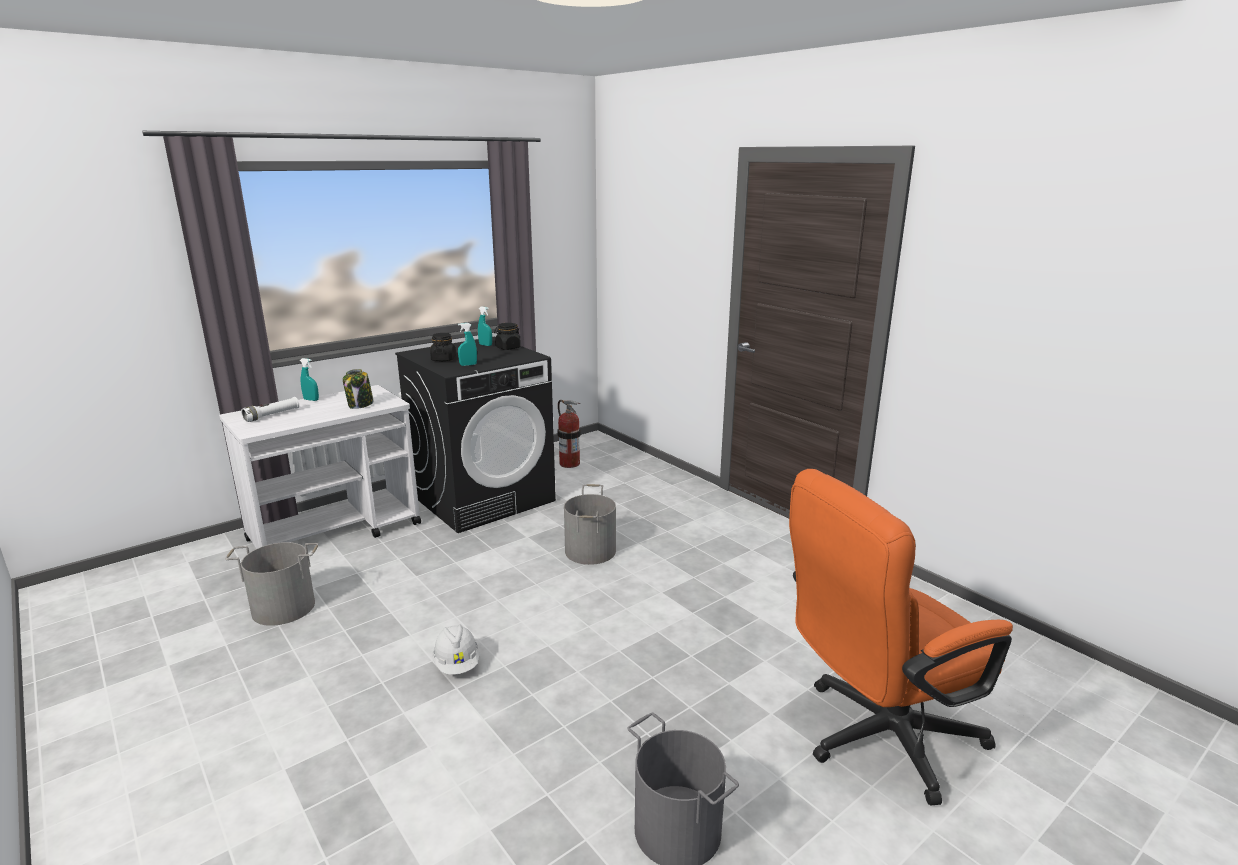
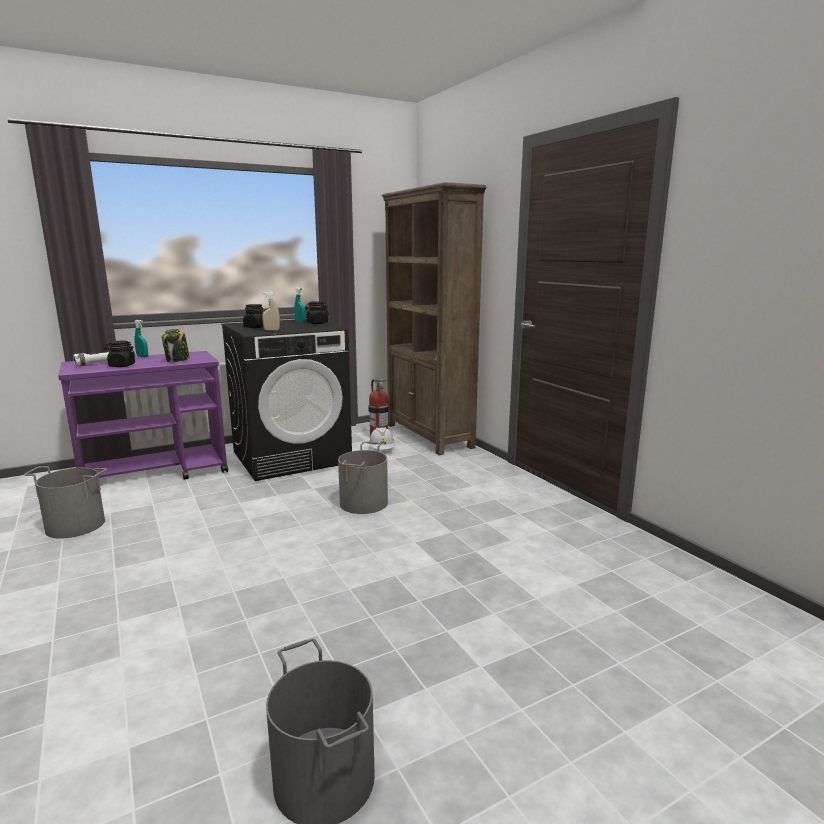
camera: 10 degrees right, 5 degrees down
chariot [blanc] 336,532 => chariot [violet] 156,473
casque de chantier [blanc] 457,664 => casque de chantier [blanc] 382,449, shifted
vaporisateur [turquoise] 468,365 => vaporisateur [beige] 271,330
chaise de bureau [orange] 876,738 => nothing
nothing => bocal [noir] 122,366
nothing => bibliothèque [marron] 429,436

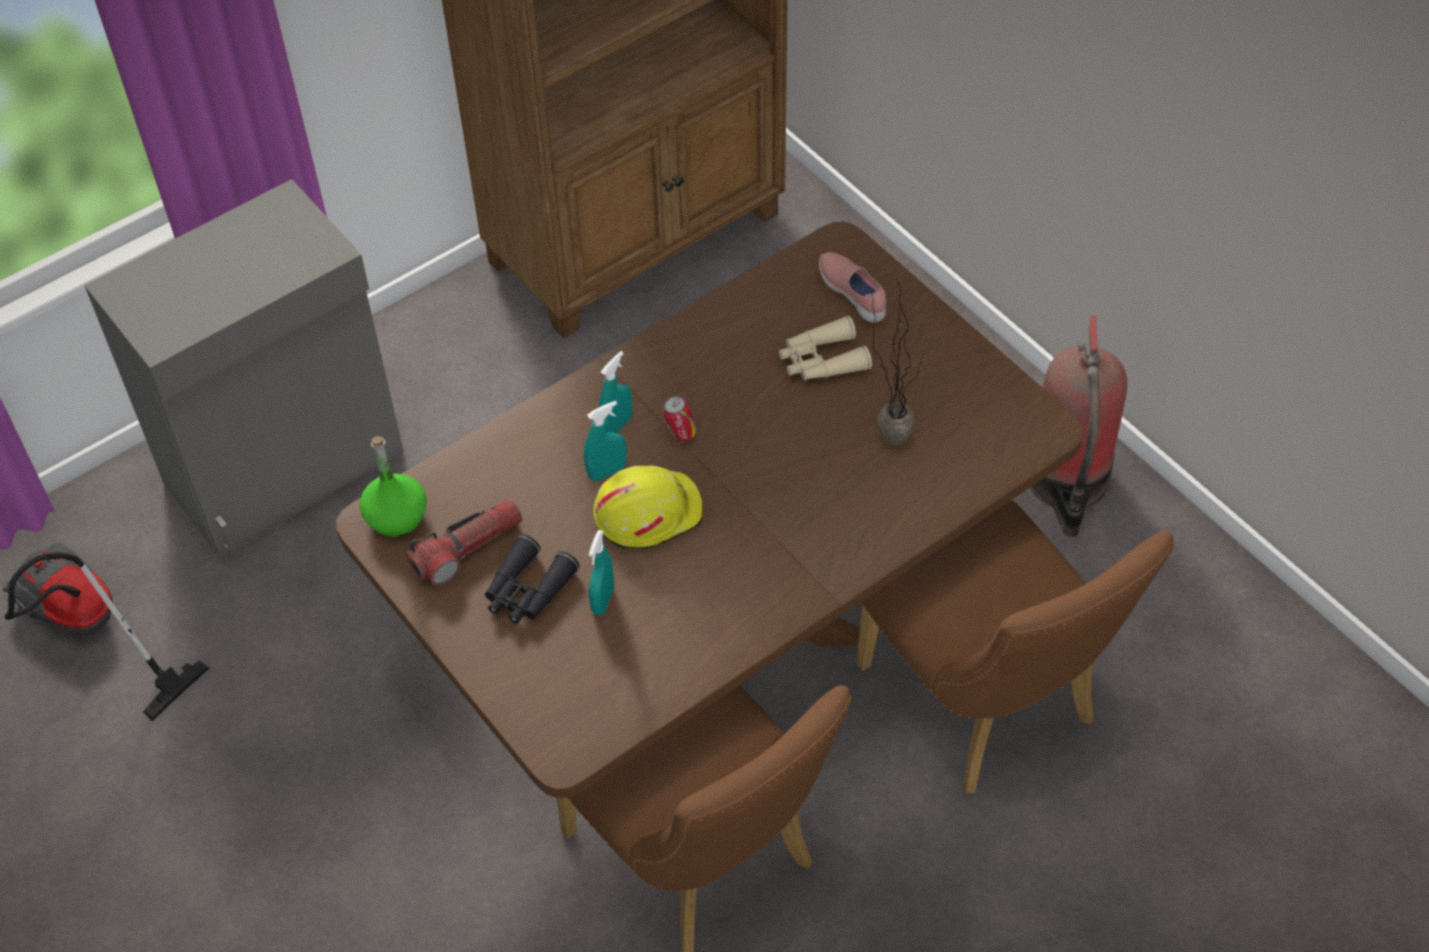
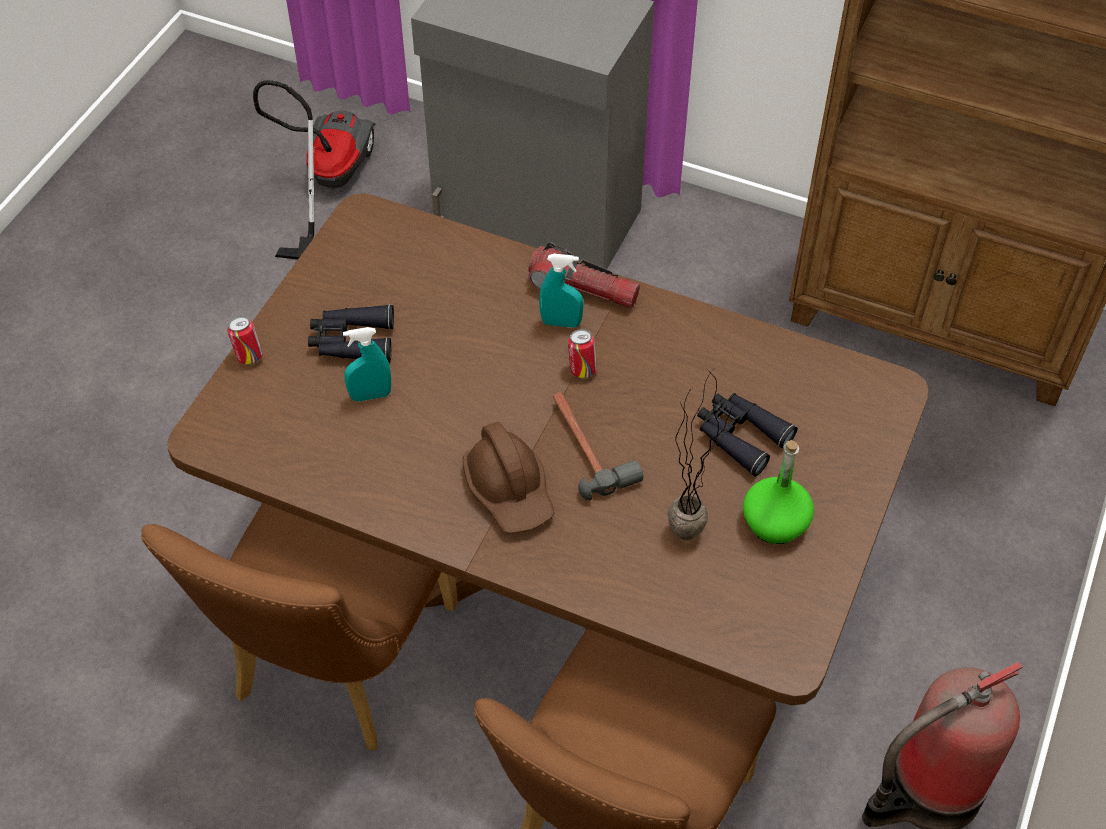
camera: 60 degrees right, 0 degrees up
bouteille [vert] 396,517 => bouteille [vert] 775,522, shifted
lampe de poche 467,549 => lampe de poche 583,289, shifted
vaporisateur [turquoise] 607,472 => nothing
casque de chantier [jaune] 648,512 => nothing
jumelles [beige] 821,360 => jumelles [noir] 740,436
chaussure [rose] 853,294 => nothing
nothing => boîte métallique 249,356
nothing => casque de chantier [marron] 509,490
nothing => marteau 587,447

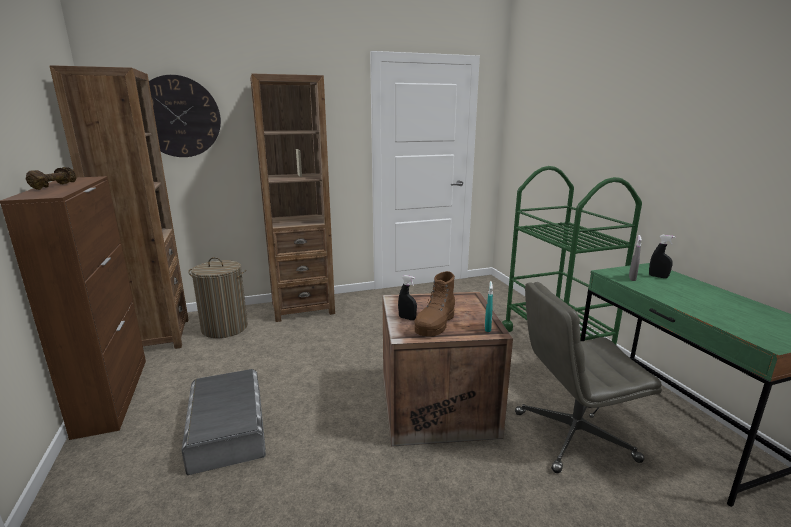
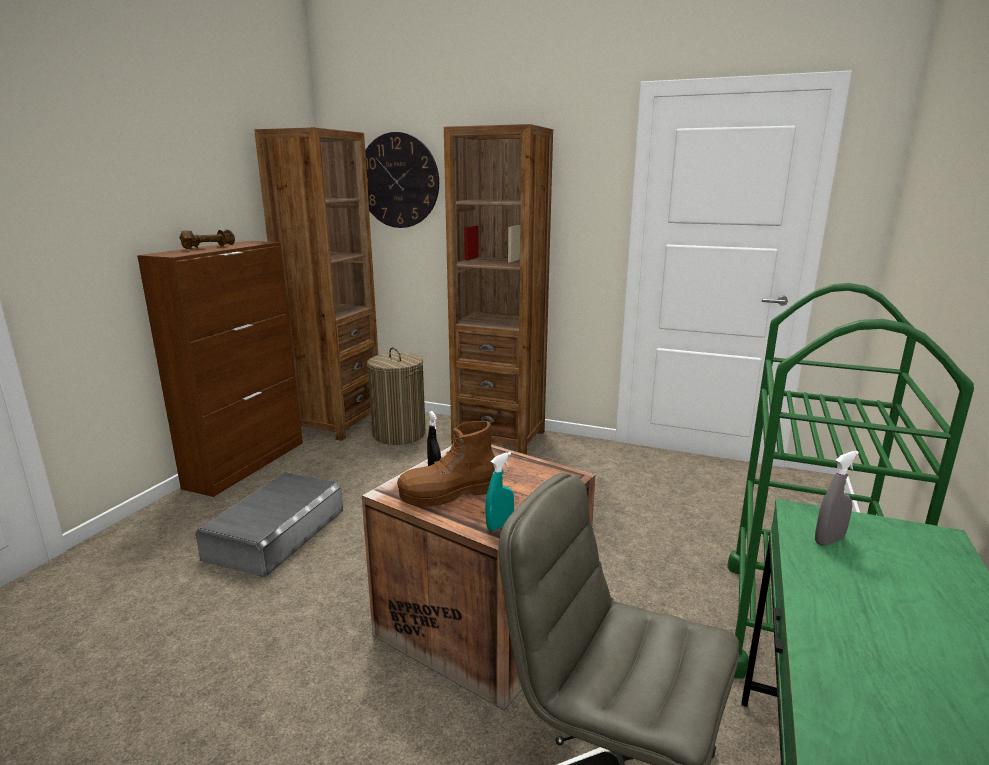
camera: 40 degrees right, 0 degrees up
vaporisateur [noir] 658,276 => nothing

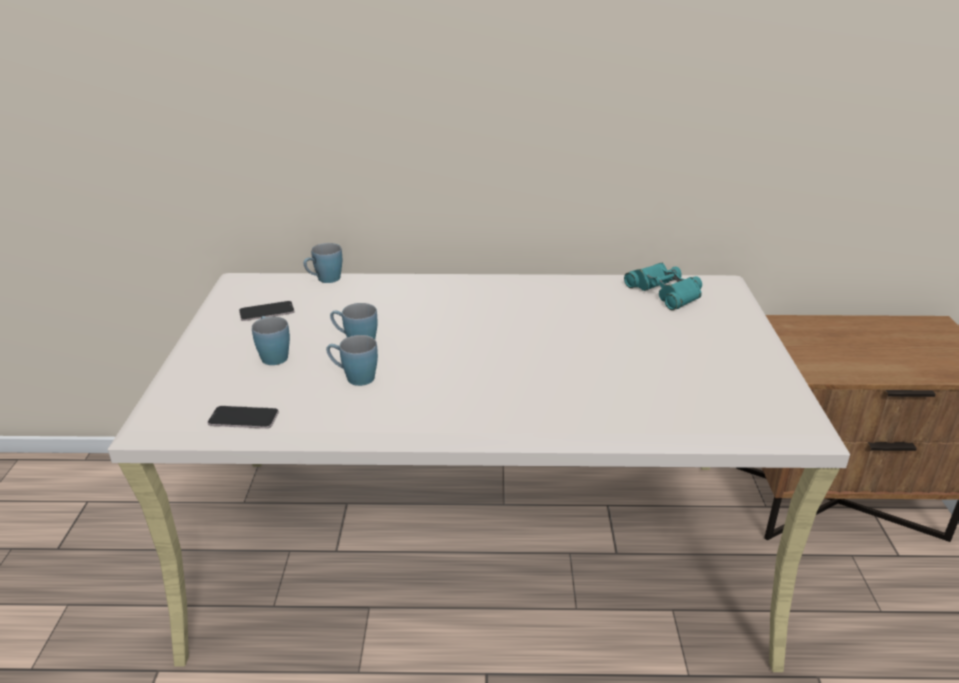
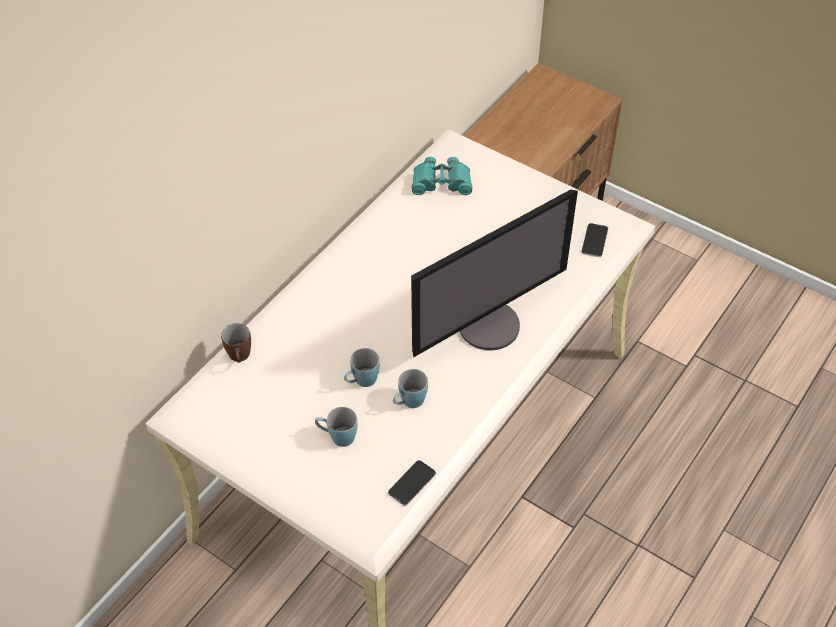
camera: 55 degrees left, 20 degrees up
téléphone 267,312 => téléphone 594,240, shifted
mug [bleu] 324,280 => mug [marron] 240,357
nothing => écran d'ordinateur 488,324

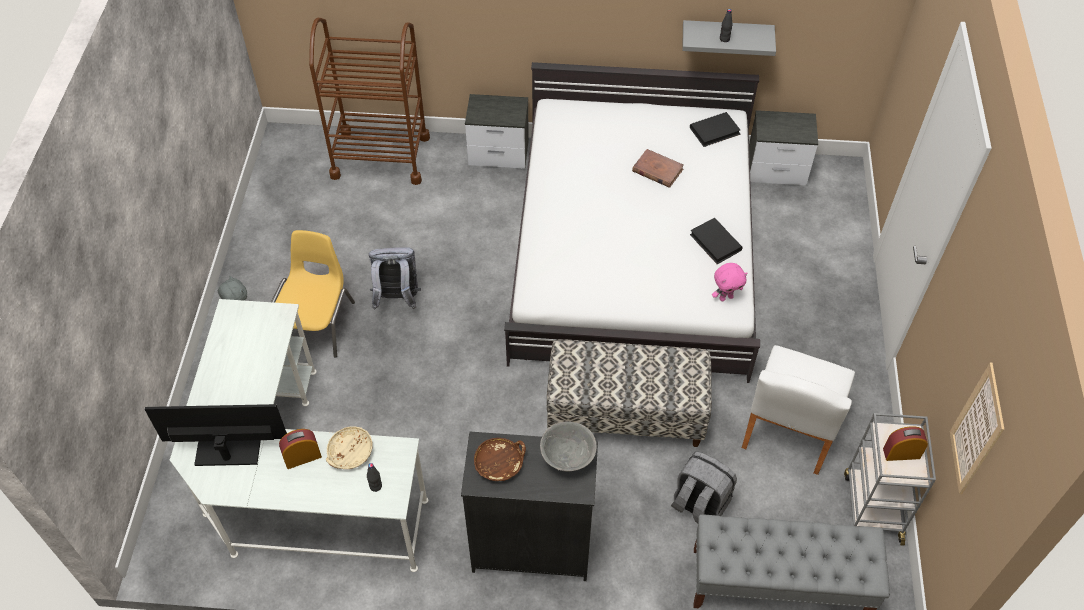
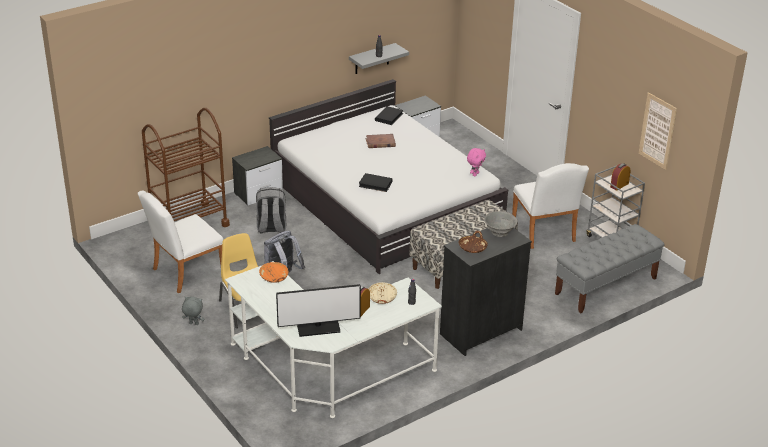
camera: 40 degrees left, 20 degrees down
écran d'ordinateur 228,452 => écran d'ordinateur 318,328, 150 degrees counterclockwise
sac à dos [gris] 699,505 => sac à dos [gris] 271,228, shifted
livre [noir] 715,243 => livre [noir] 375,184, shifted
nothing => chaise [blanc] 184,273
nothing => bol [orange] 274,277

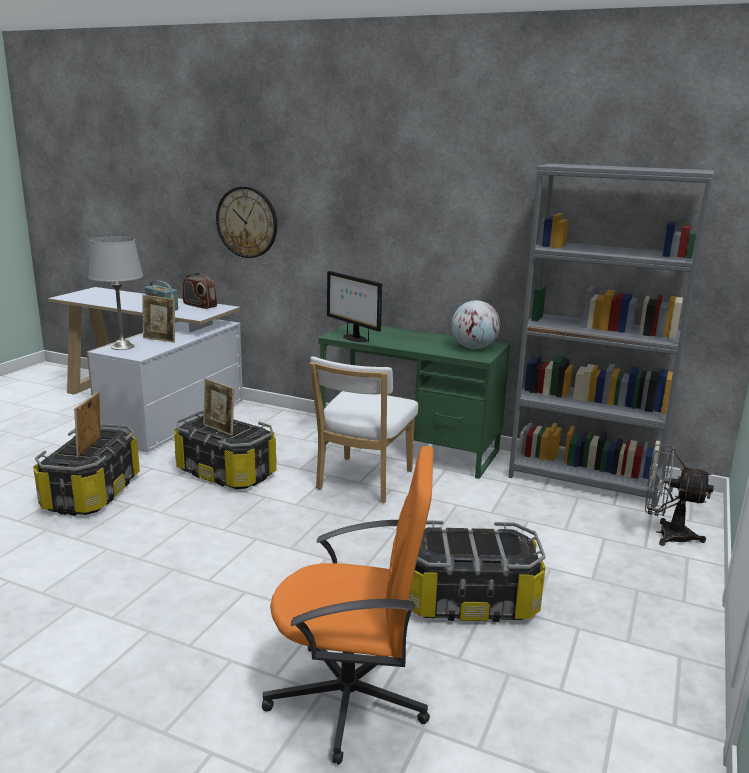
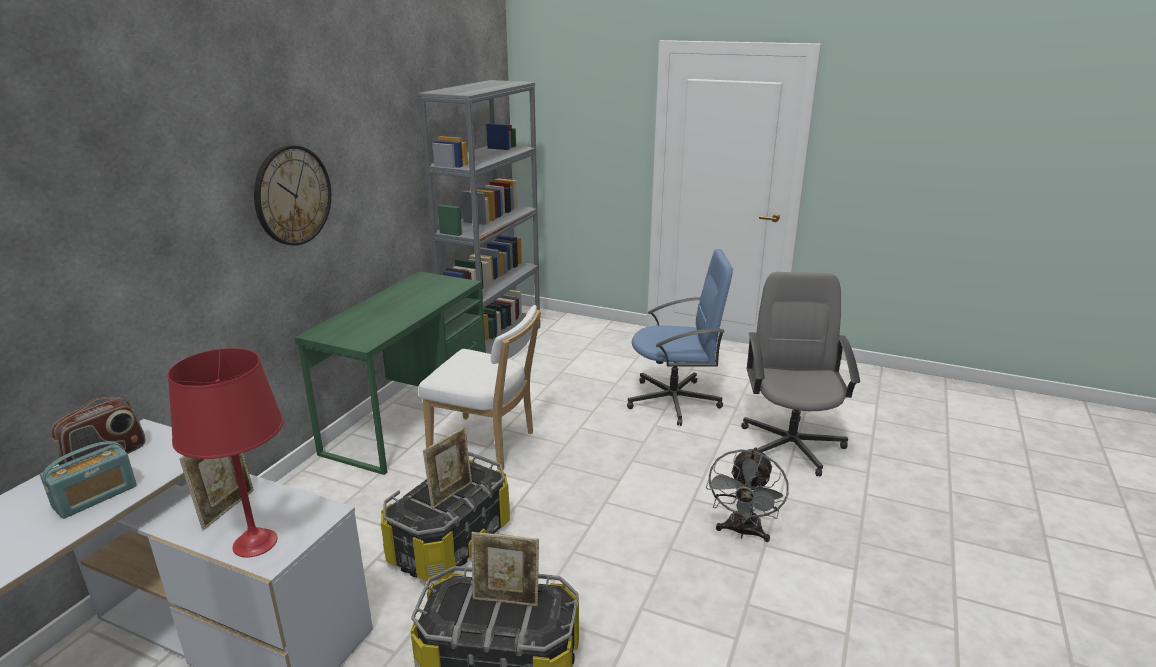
camera: 90 degrees left, 5 degrees up
lampe de table [gris] 122,346 => lampe de table [rouge] 254,543
horloge murale 247,222 => horloge murale 292,195, shifted
chaise de bureau [orange] 351,698 => chaise de bureau [gris] 791,445
écran d'ordinateur 354,338 => nothing
boîte de rangement 469,601 => chaise de bureau [bleu] 675,401
globe 473,348 => nothing
ventilateur [gris] 665,534 => ventilateur [gris] 742,532, shifted

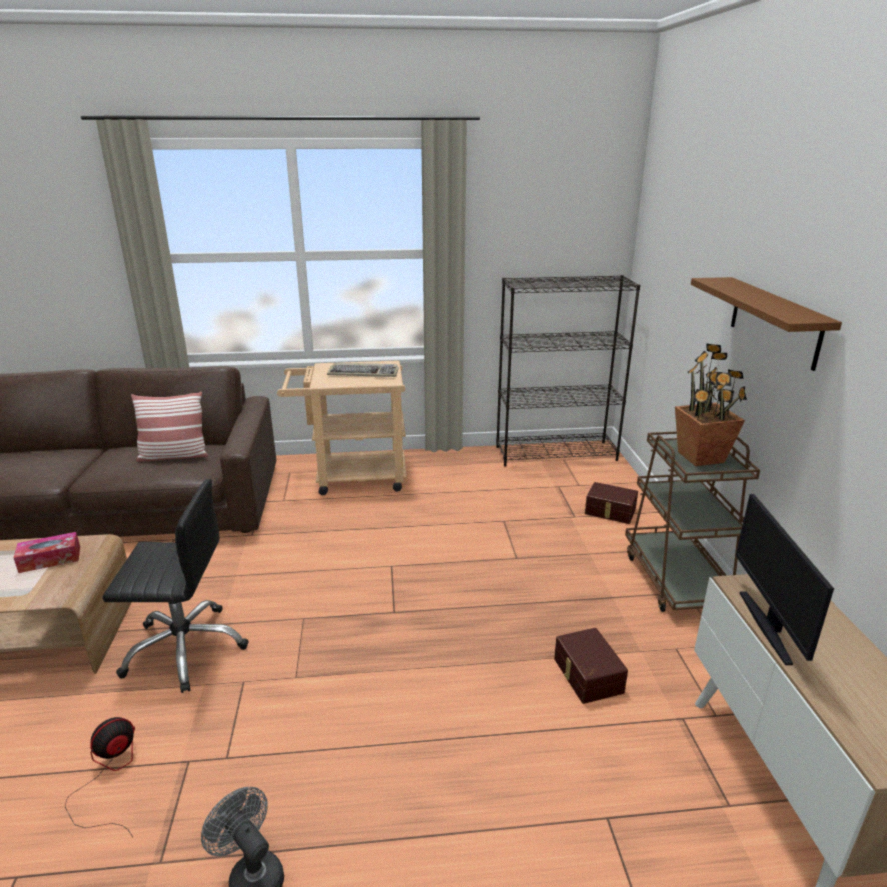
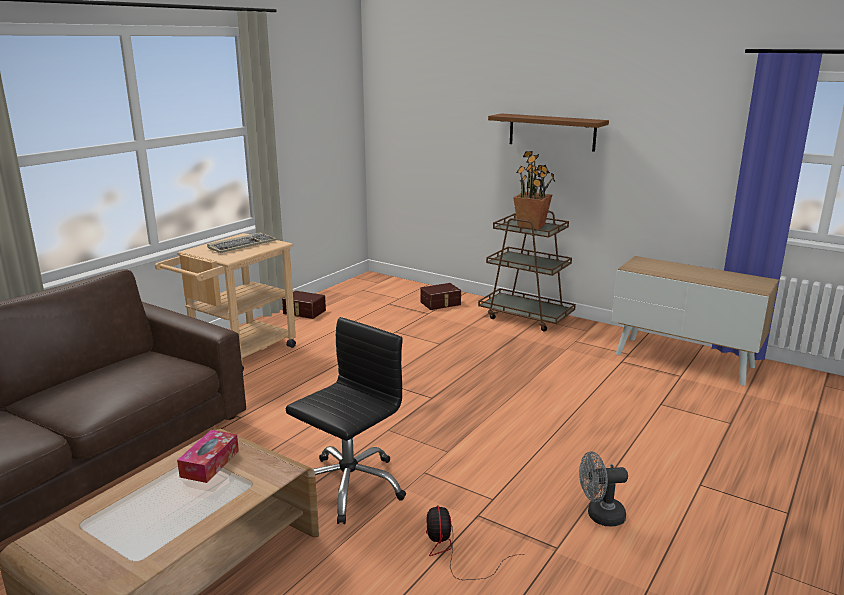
camera: 50 degrees left, 5 degrees down
coussin 174,456 => nothing
bibliothèque [noir] 556,453 => nothing
boîte de rangement [marron] 586,675 => boîte de rangement [marron] 304,312, shifted
écran d'ordinateur 767,626 => nothing

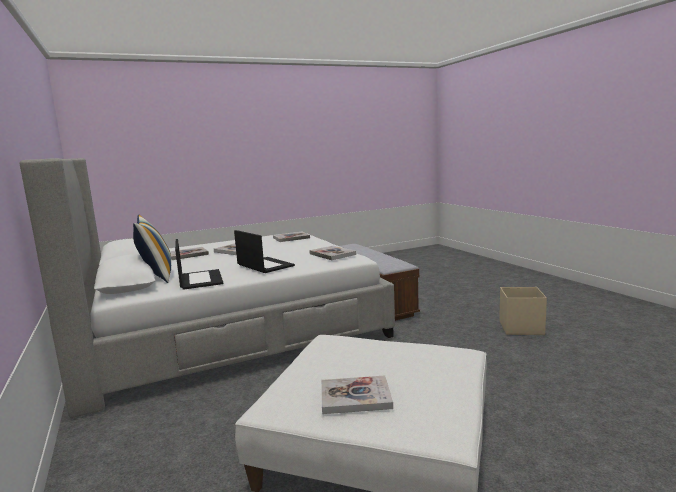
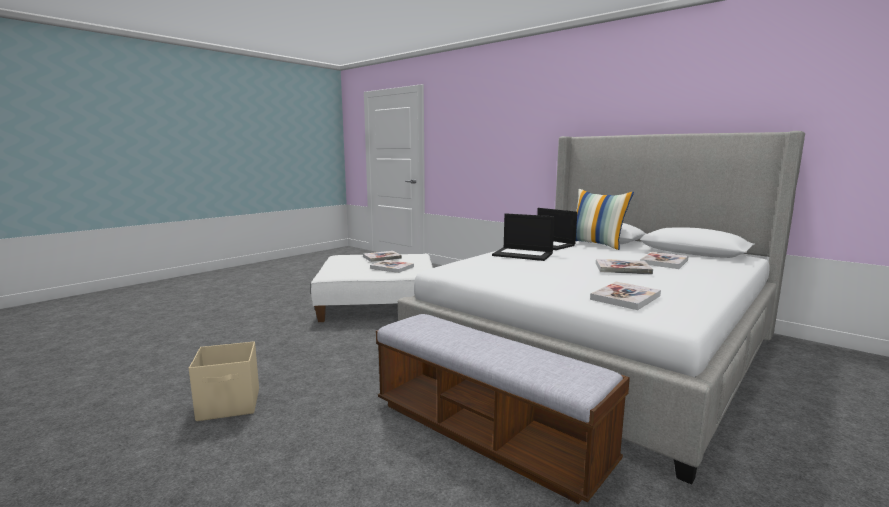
camera: 155 degrees right, 0 degrees up
livre 332,254 => livre 392,267, shifted

